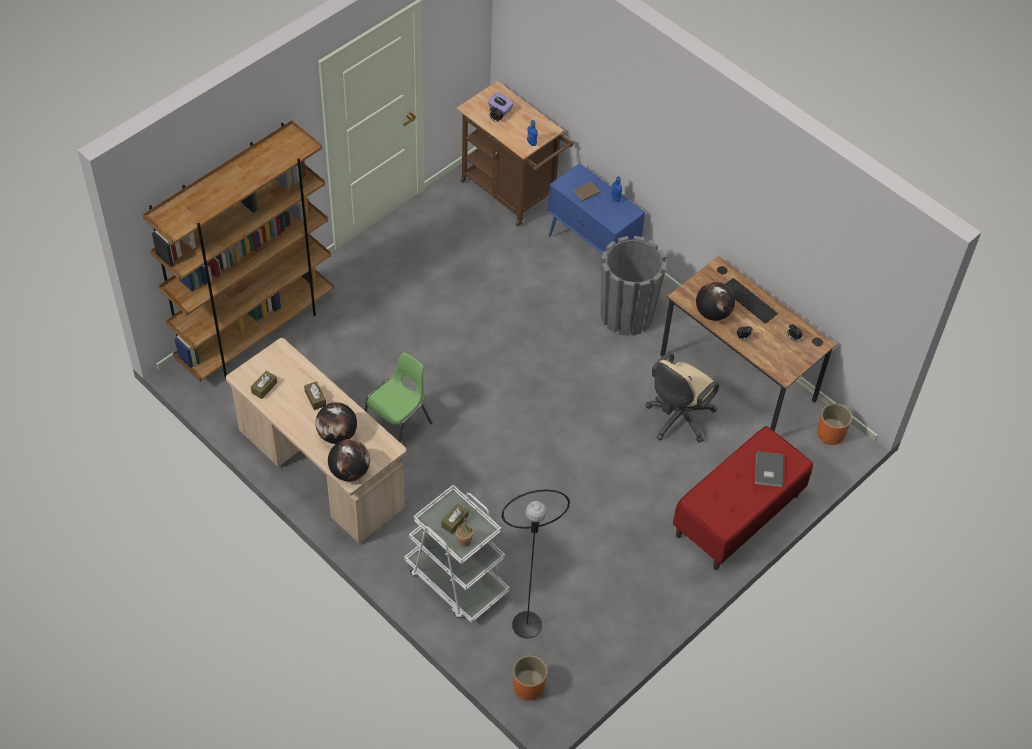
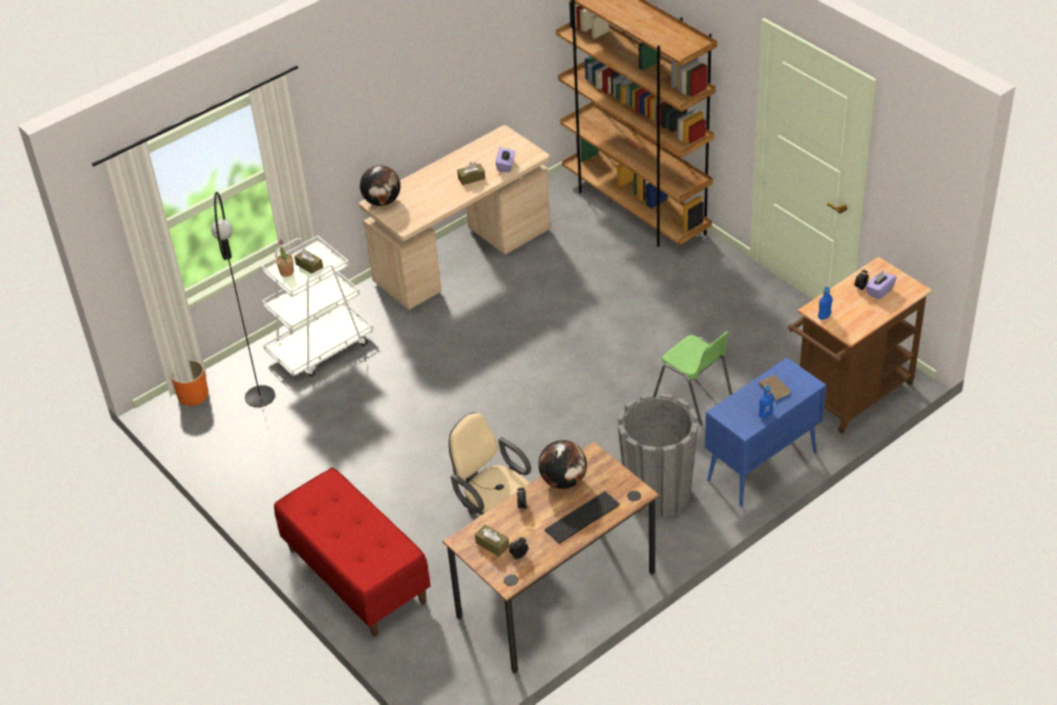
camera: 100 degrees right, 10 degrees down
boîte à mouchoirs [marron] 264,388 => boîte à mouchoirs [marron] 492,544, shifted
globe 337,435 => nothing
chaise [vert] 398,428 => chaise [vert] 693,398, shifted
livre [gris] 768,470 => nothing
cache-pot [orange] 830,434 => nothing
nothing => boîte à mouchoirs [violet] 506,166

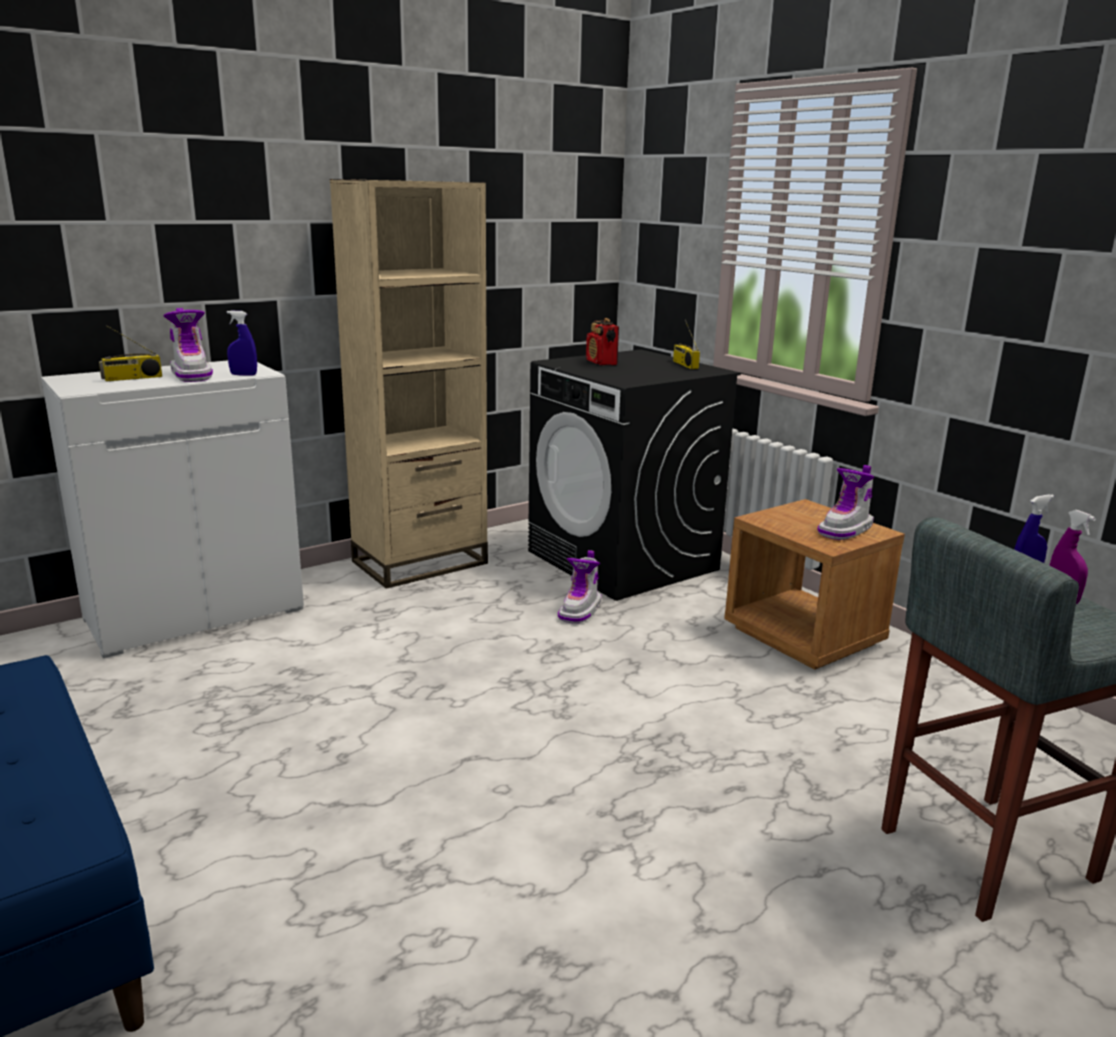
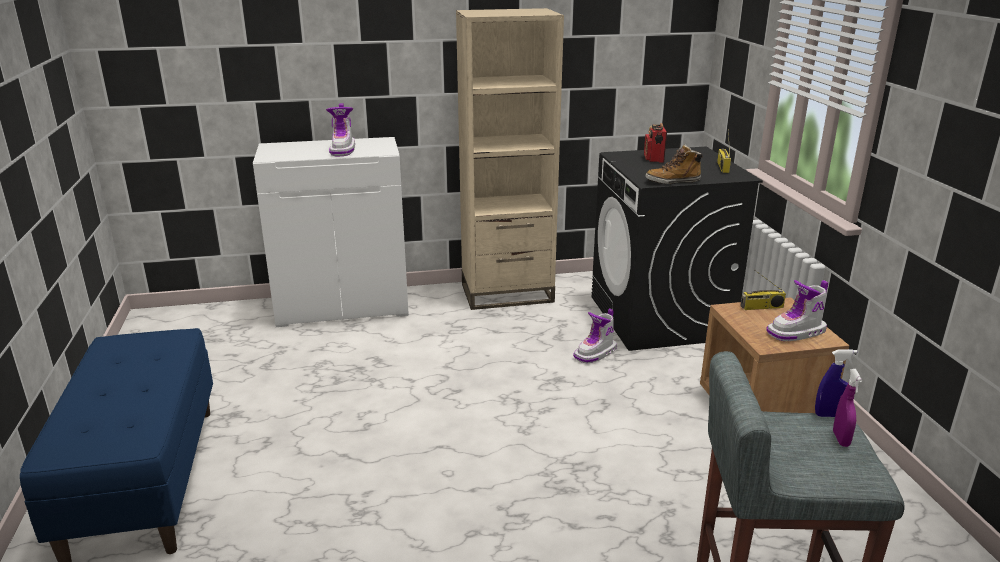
camera: 25 degrees right, 5 degrees up
radio 132,378 => radio 761,307, shifted
vaporisateur [bleu] 243,375 => nothing
nothing => botte 673,181

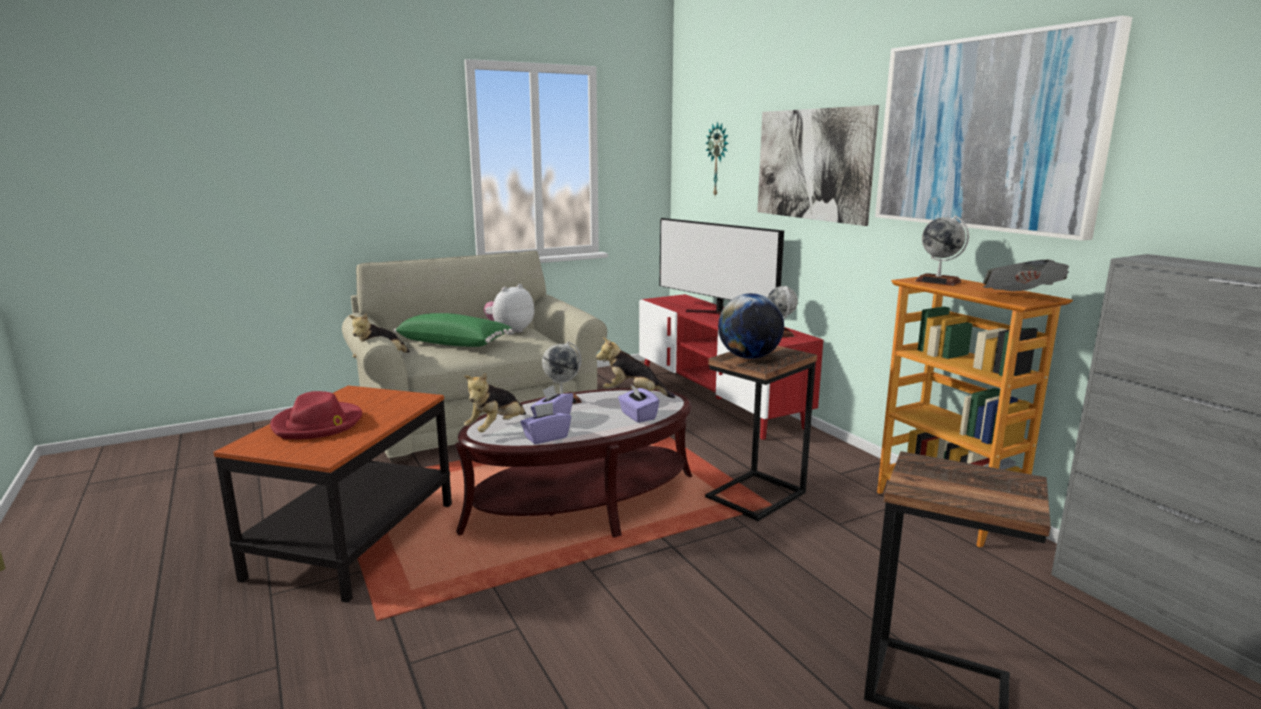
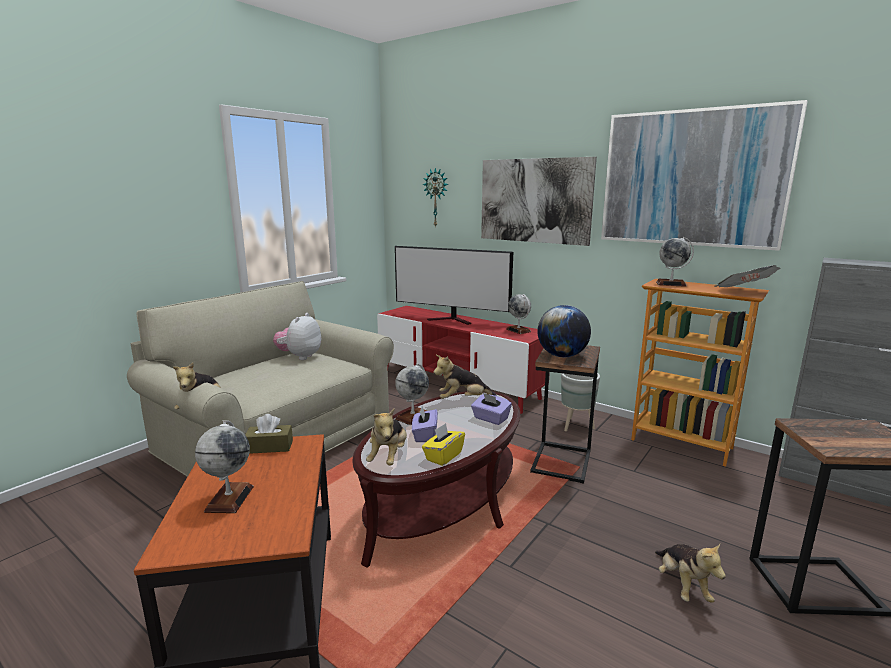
camera: 25 degrees left, 0 degrees up
chapeau [rouge] 318,424 => globe 229,498
coussin [vert] 454,343 => nothing
boîte à mouchoirs [violet] 546,437 => boîte à mouchoirs [jaune] 443,456
nothing => boîte à mouchoirs [marron] 269,447
nothing => cache-pot [gris] 576,426
nothing => peluche 682,585

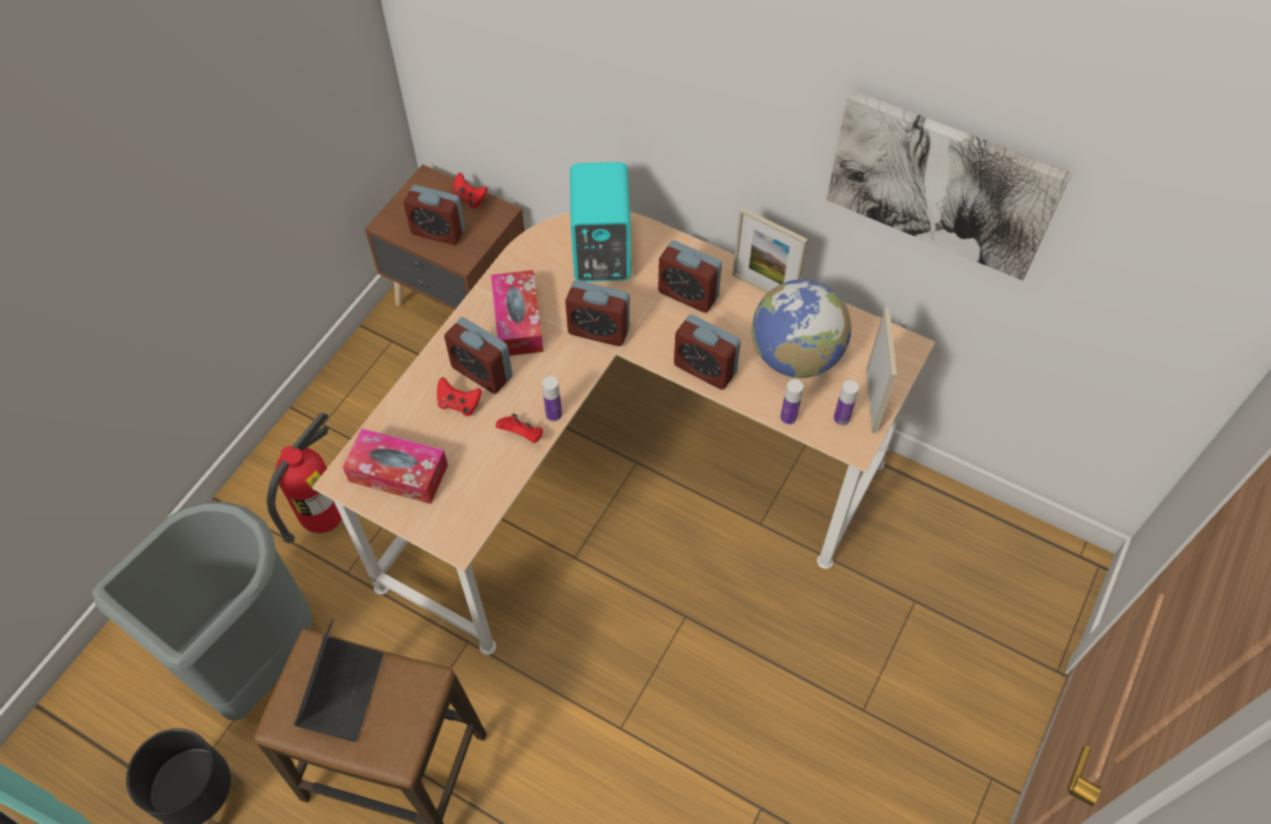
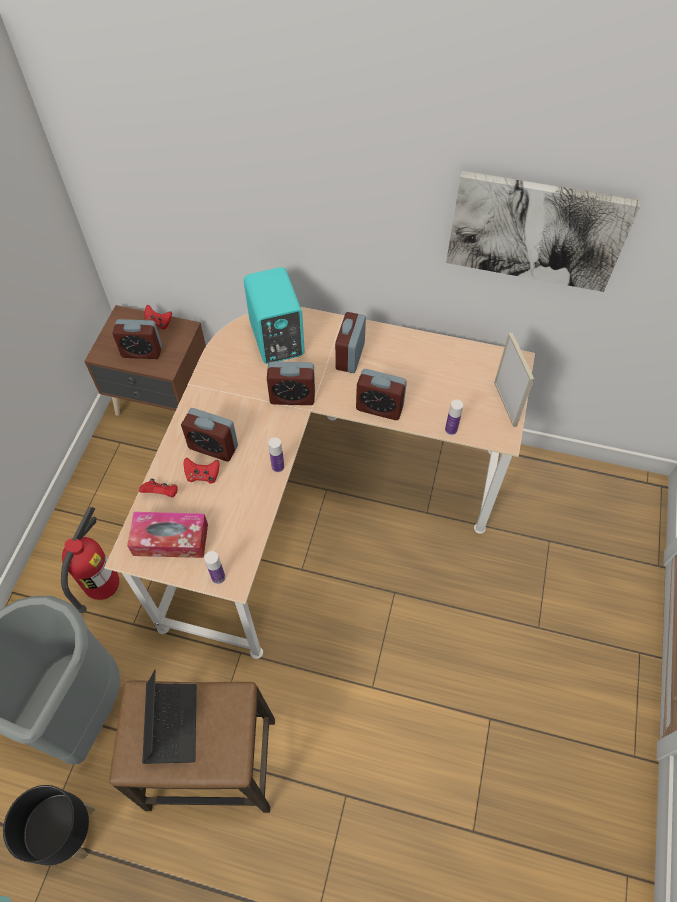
camera: 15 degrees left, 0 degrees up
boîte à mouchoirs 518,321 => nothing
manette [rouge] 522,435 => manette [rouge] 162,493, shifted
réveil 688,294 => réveil 350,356, 90 degrees clockwise
cadre photo 763,289 => nothing
globe 795,356 => nothing
bouteille 841,418 => bouteille 218,577, shifted

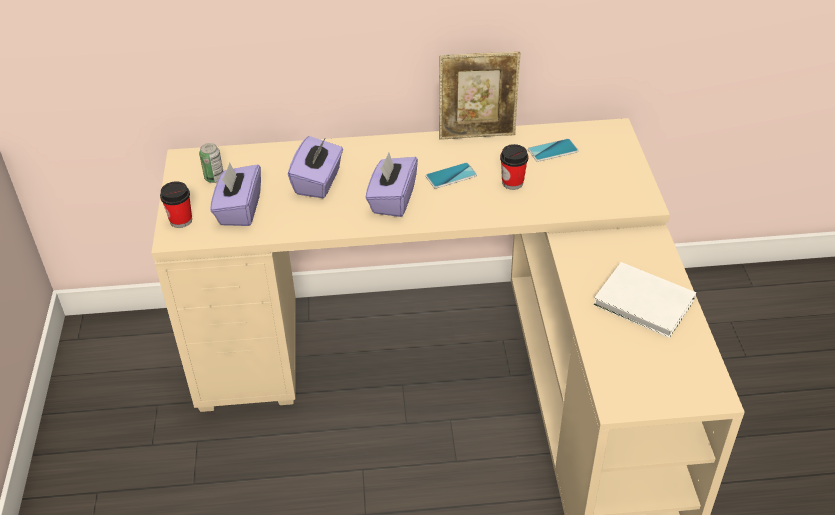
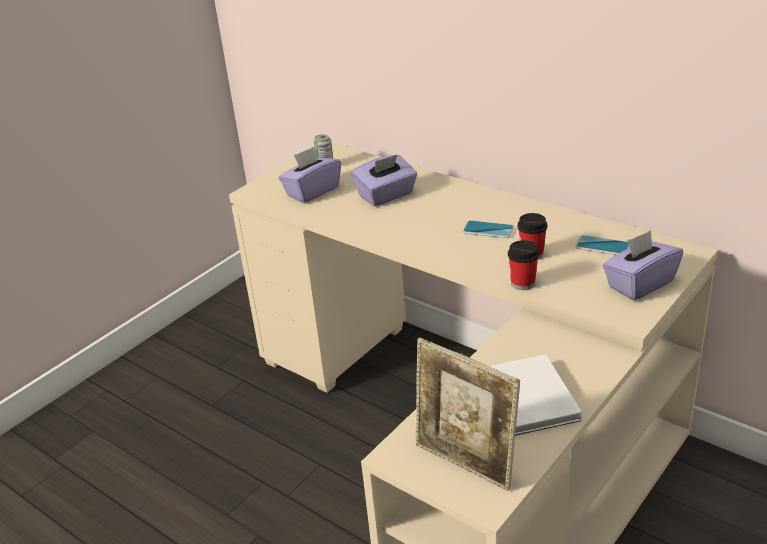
camera: 45 degrees right, 10 degrees down
tasse 181,220 => tasse 522,283, shifted
boîte à mouchoirs [violet] 392,200 => boîte à mouchoirs [violet] 639,284, shifted
cadre photo 477,134 => cadre photo 465,464, shifted

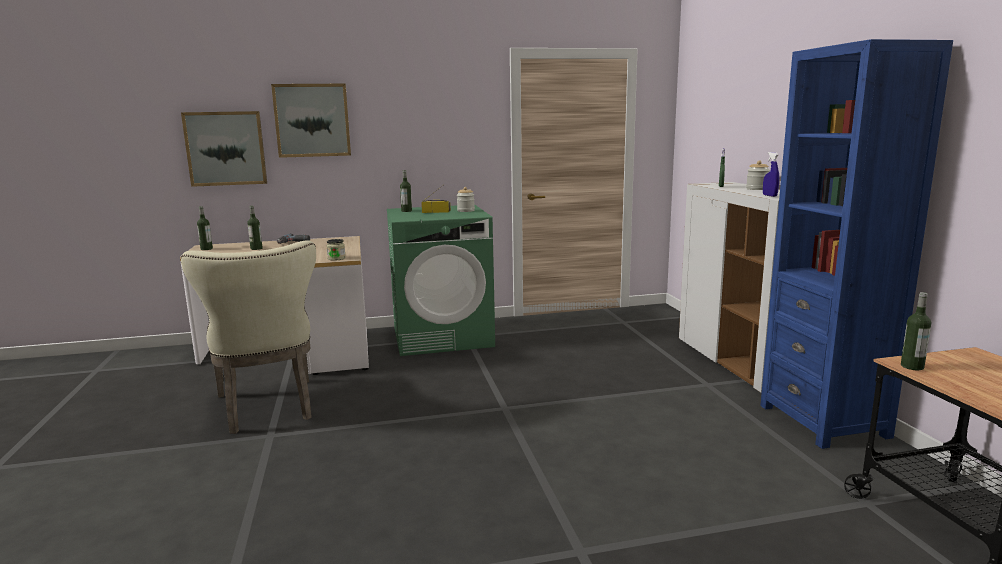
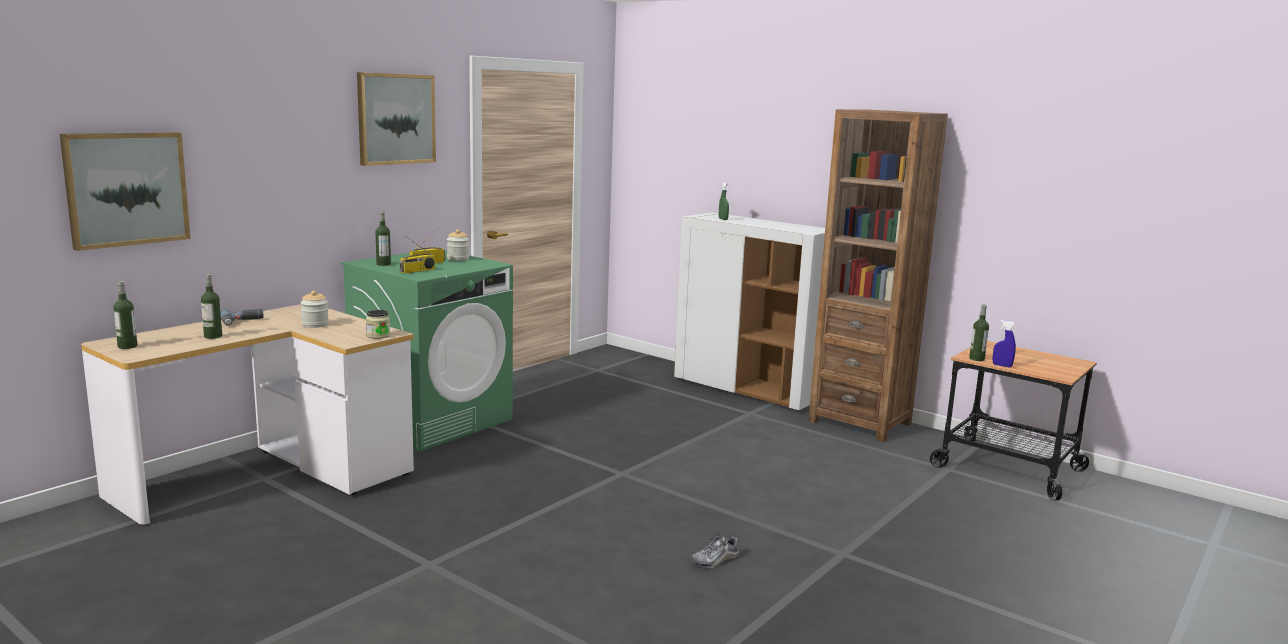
camera: 40 degrees left, 0 degrees up
chaise [beige] 268,409 => nothing
tableau 312,120 => tableau 396,119, shifted
bocal 757,189 => bocal 315,324, shifted
bibliothèque [bleu] 823,421 => bibliothèque [marron] 860,422
vaporisateur [bleu] 769,195 => vaporisateur [bleu] 1002,365, shifted
nothing => radio 417,271
nothing => chaussure 715,560

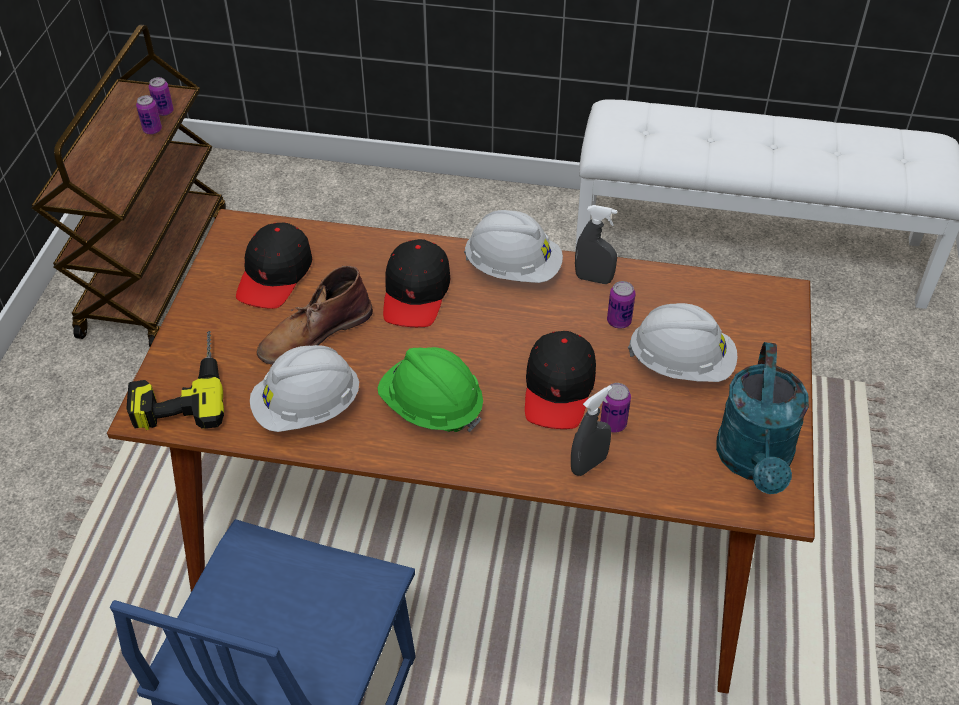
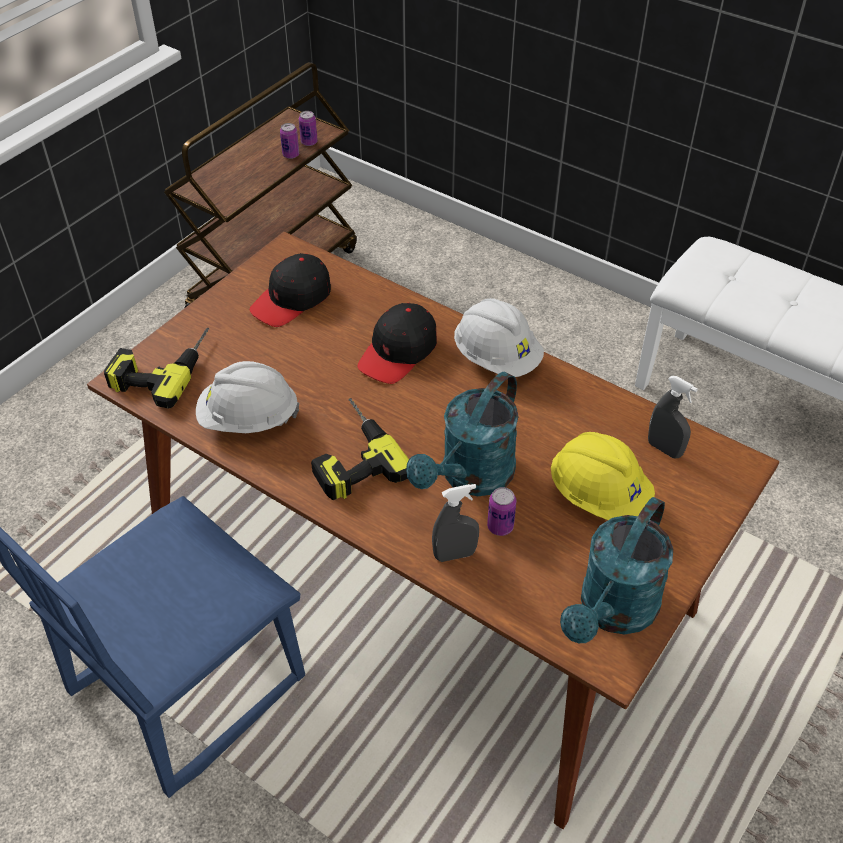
camera: 25 degrees right, 0 degrees up
botte [marron] 314,333 => nothing
casque de chantier [vert] 431,408 => perceuse 349,454
casquette [noir] 559,389 => arrosoir [turquoise] 470,478
vaporisateur [gris] 593,279 => vaporisateur [gris] 664,449, shifted
boîte métallique 619,321 => nothing
casque de chantier [blanc] 681,364 => casque de chantier [jaune] 598,495

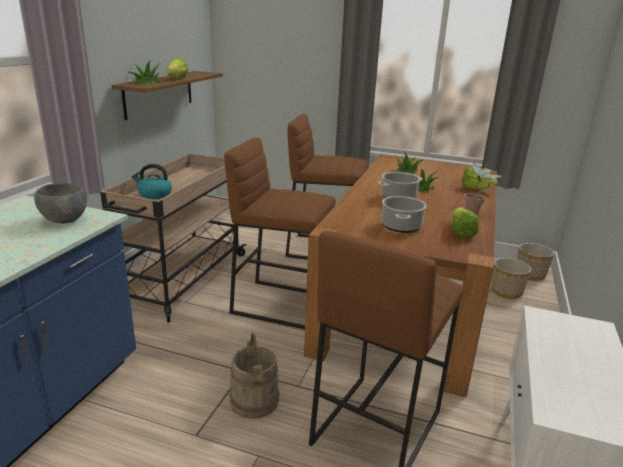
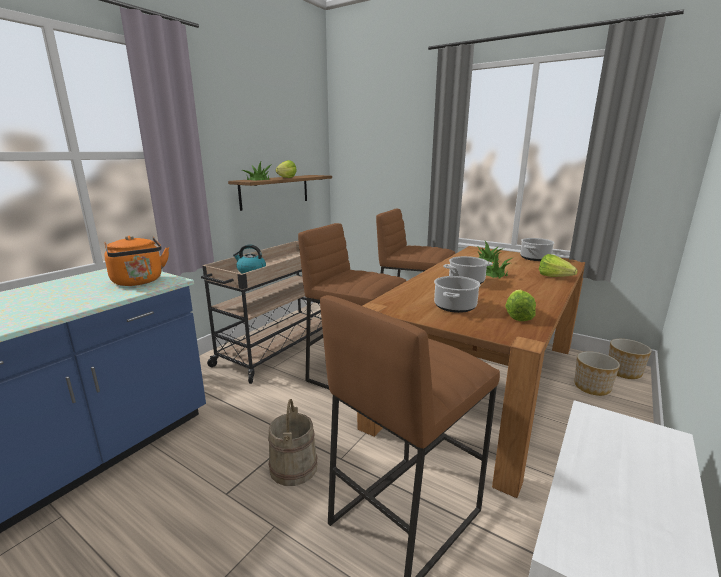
camera: 15 degrees right, 5 degrees down
bol [gris] 64,220 => bouilloire [orange] 139,282
plante en pot 475,214 => nothing
nothing => marmite 535,258

